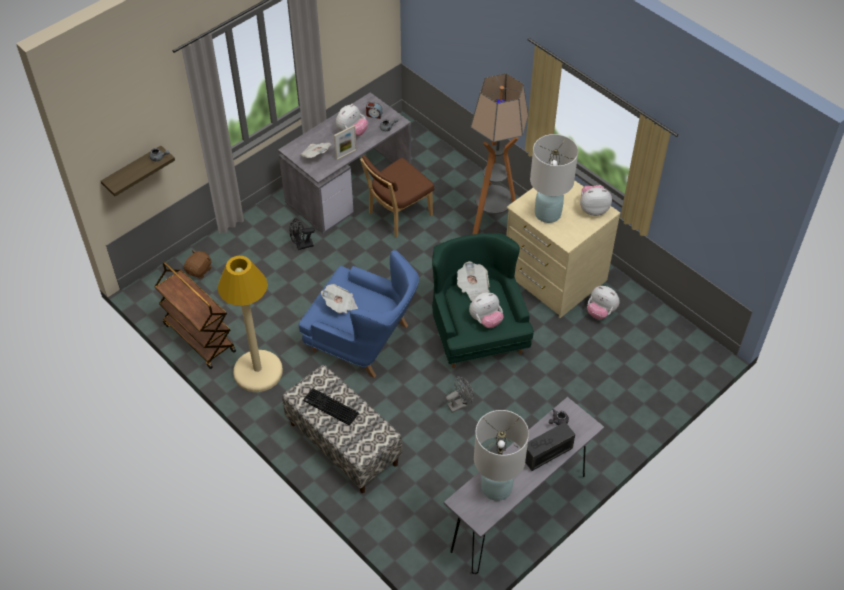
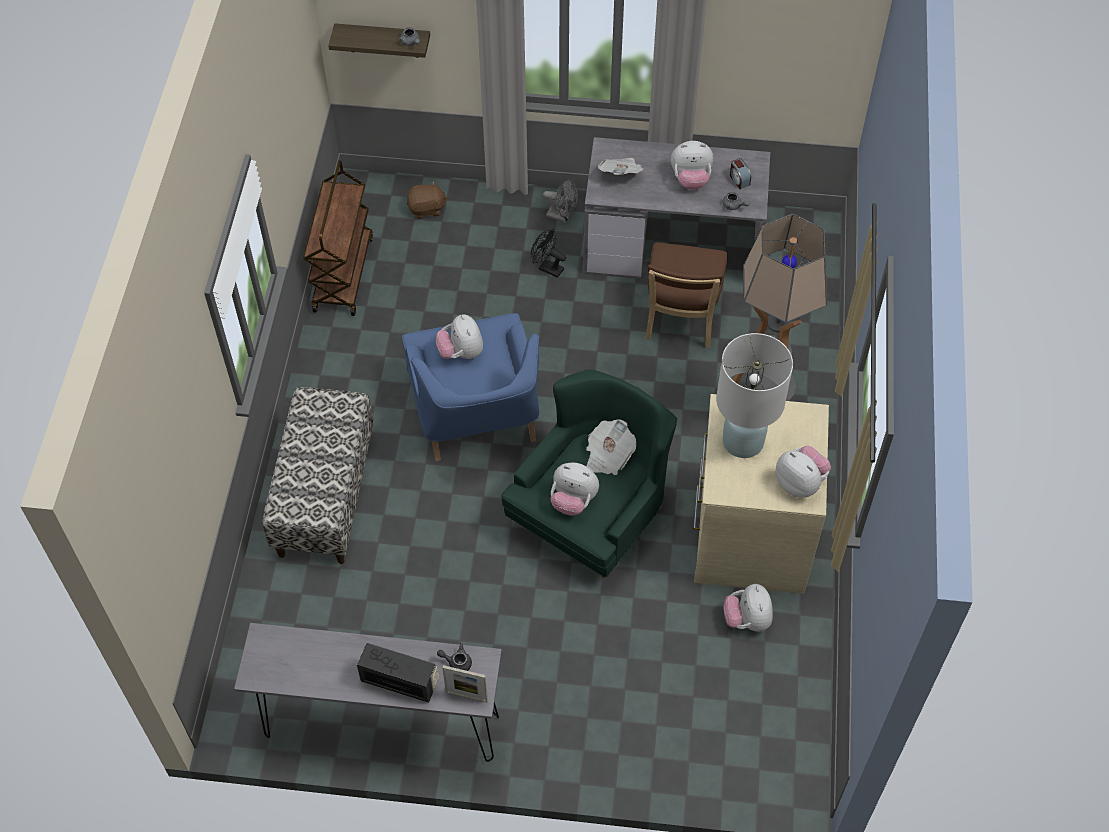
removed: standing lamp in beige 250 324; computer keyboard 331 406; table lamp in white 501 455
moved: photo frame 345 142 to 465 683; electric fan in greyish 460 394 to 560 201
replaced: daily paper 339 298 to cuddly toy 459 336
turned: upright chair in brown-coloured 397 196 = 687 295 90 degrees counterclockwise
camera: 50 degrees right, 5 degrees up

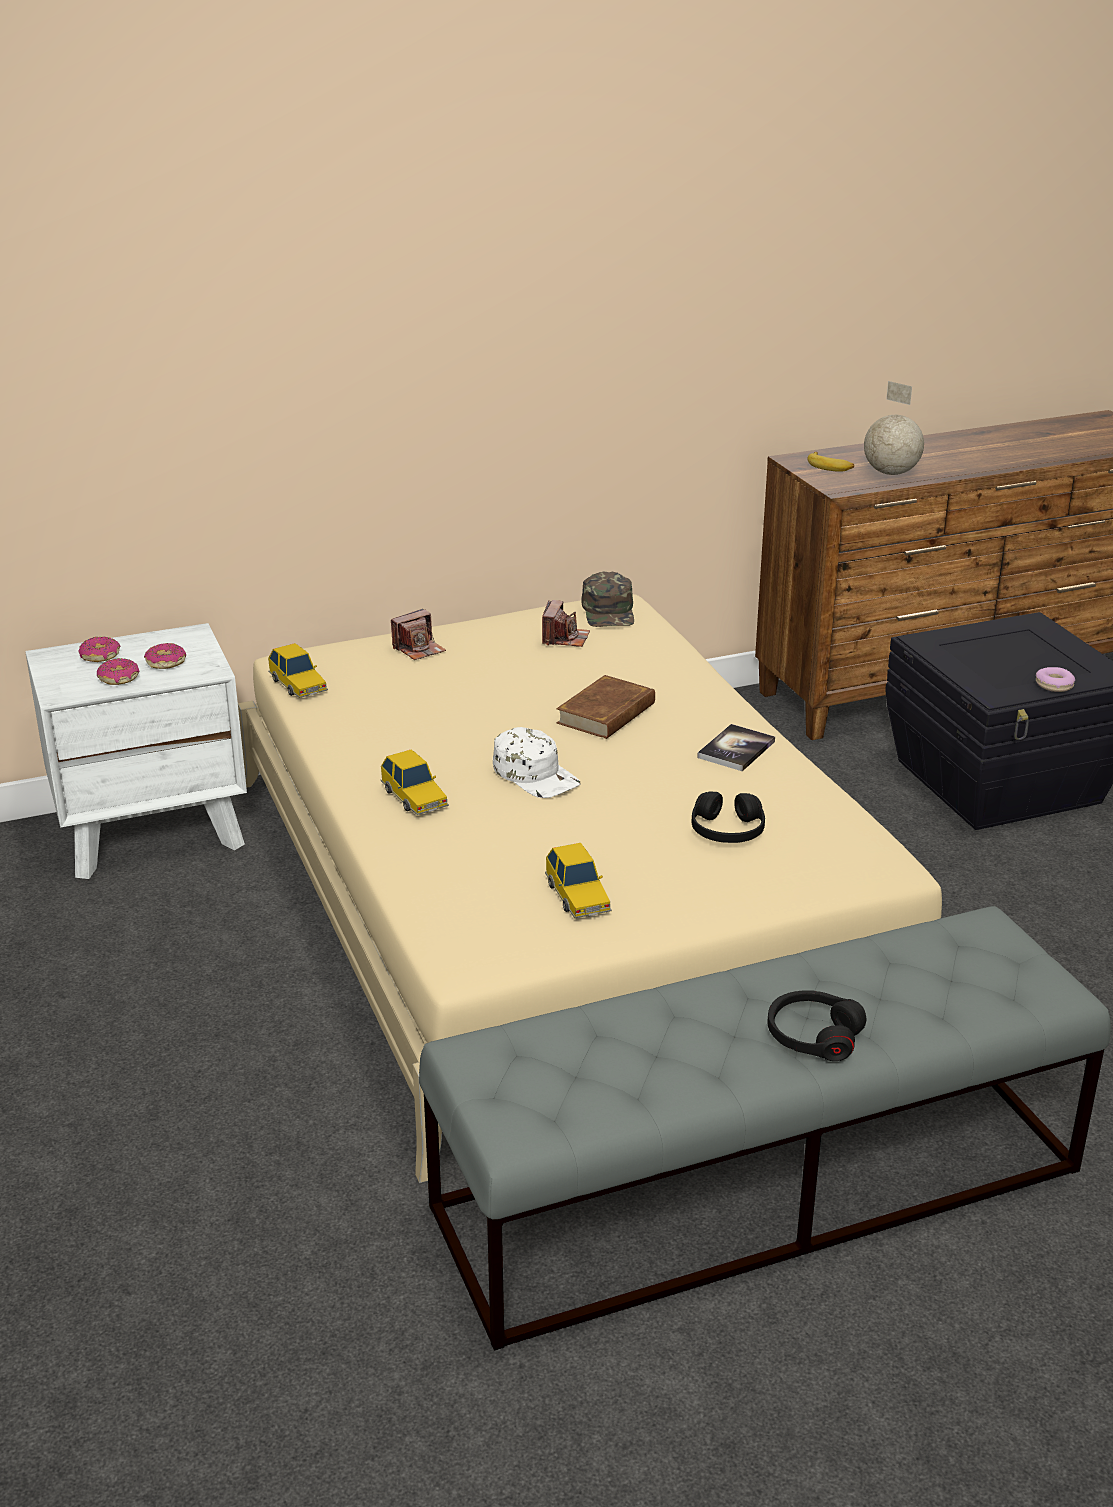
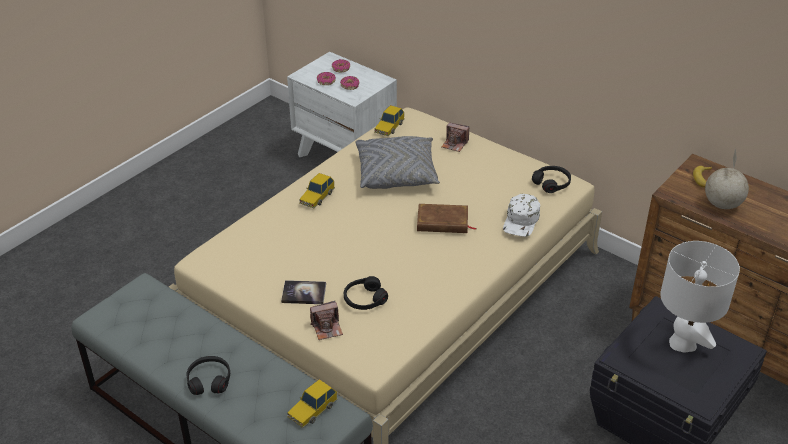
removed: doughnut 1055 679
added: pillow in greyish 398 162; table lamp in white 700 297
moved: still camera 566 623 to 326 320; book 736 748 to 303 292; cap in white 536 762 to 521 215; miniature car 578 880 to 312 403
replaced: cap in green-coloured 607 599 to headphones in black-coloured 551 179
camera: 60 degrees right, 10 degrees up

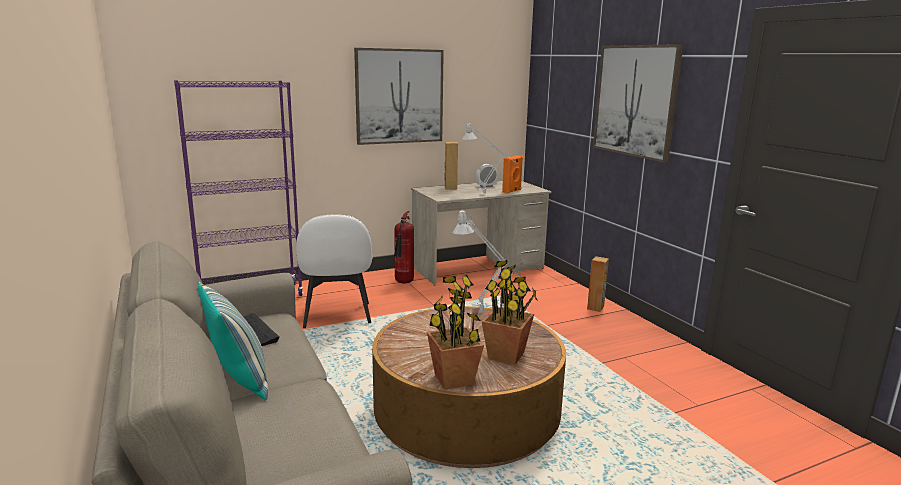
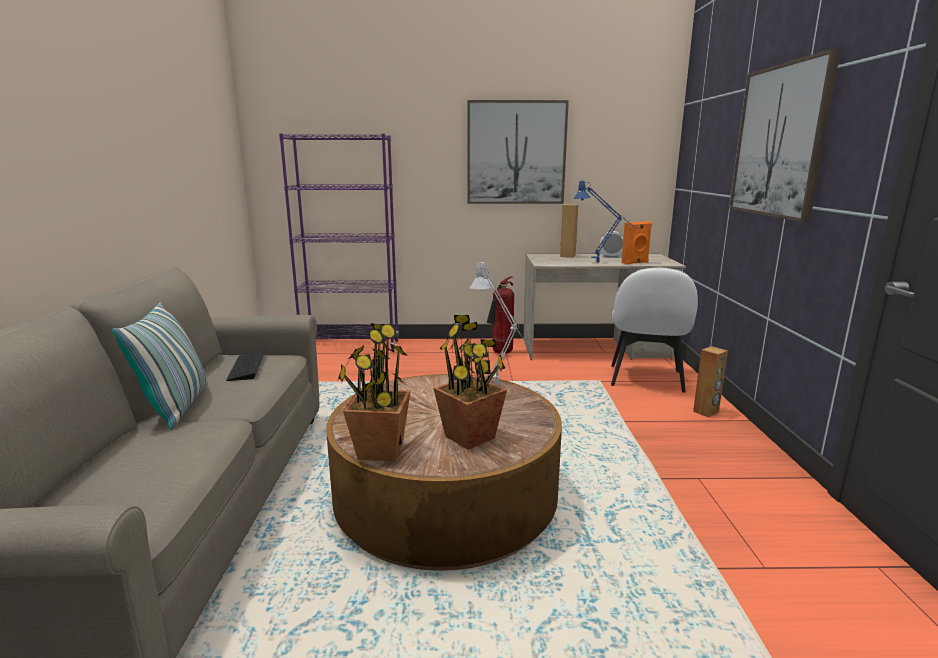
moved: upright chair in white 334 271 to 654 330
recoloured: table lamp in greyish 489 158 to table lamp in bluish 606 222
camera: 25 degrees right, 0 degrees up

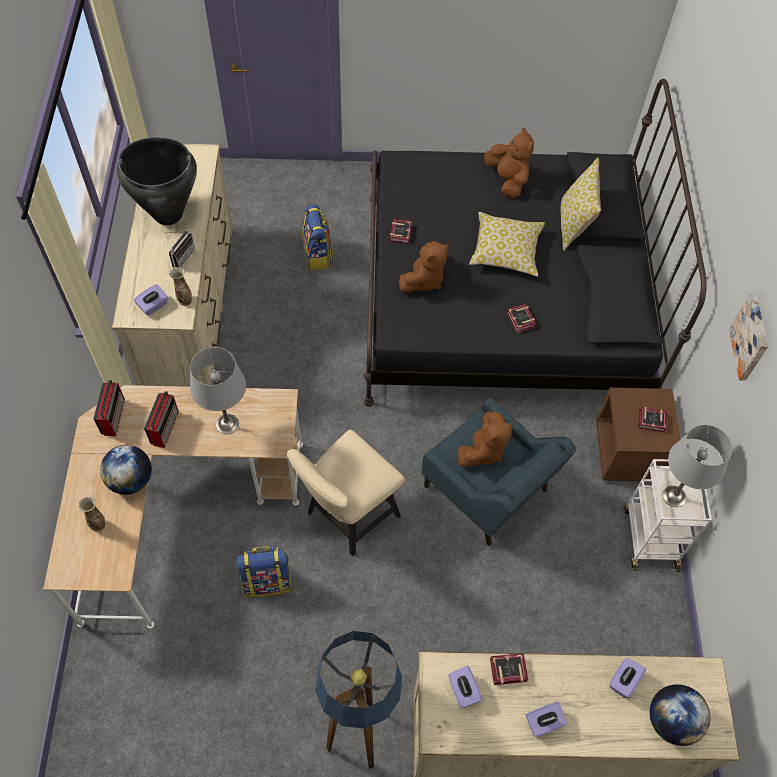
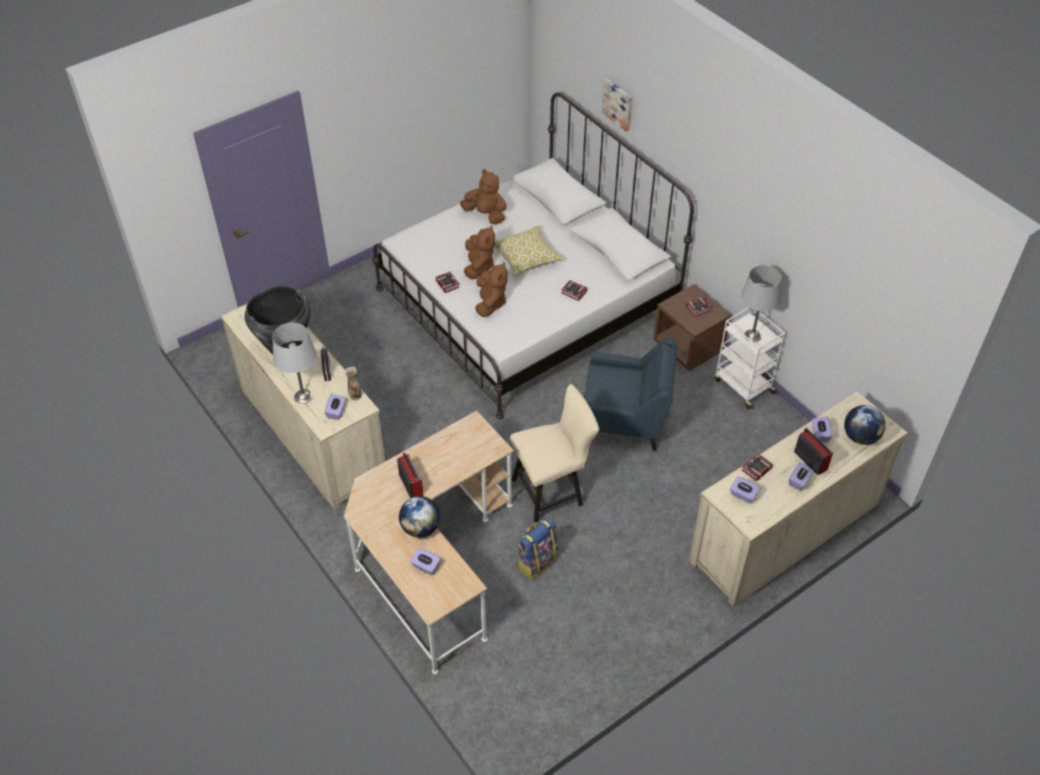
removed: pillow 580 204; rucksack 318 237; standing lamp 358 700
moved: wall art 748 337 to 617 105; table lamp in greyish 218 390 to 295 363; radio receiver 109 407 to 813 451; cuddly toy in brown-coloured 485 439 to 479 252
replaced: flower vase 92 514 to tissue holder in purple-coloured 425 561
recoloured: sleeping bed in black-coloured 535 243 to sleeping bed in white 533 255
turned: upright chair in beige 346 493 = 554 453 120 degrees counterclockwise
camera: 35 degrees left, 10 degrees down

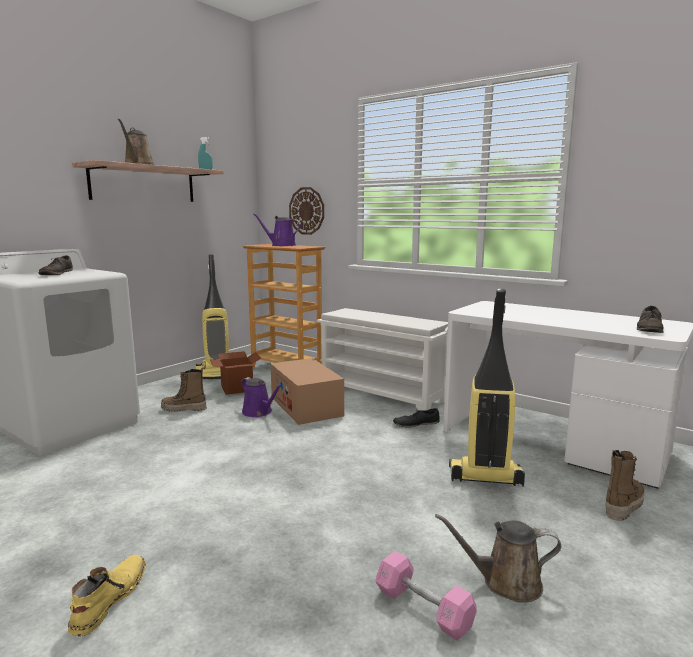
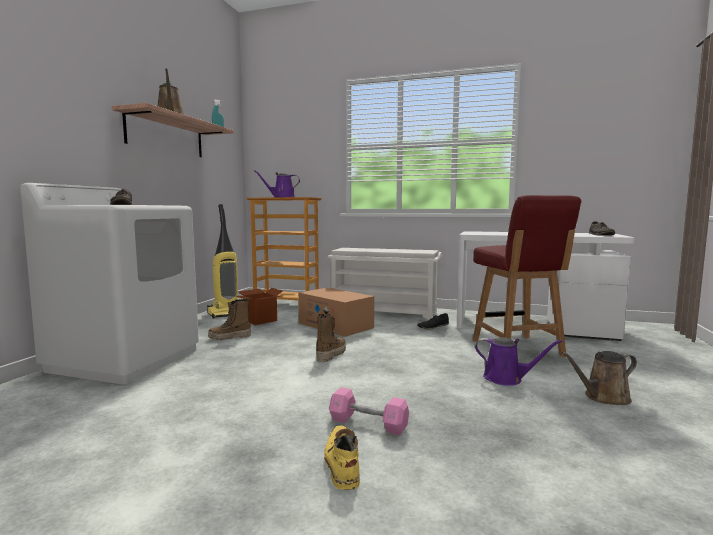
removed: clock on the wall 306 211
moved: sprinkling can in purple-coloured 261 397 to 518 361; tall boot 624 485 to 331 338; dumbbell in pink 426 596 to 369 411
replaced: vacuum 487 387 to upright chair in reddish 526 276
camera: 20 degrees left, 5 degrees down

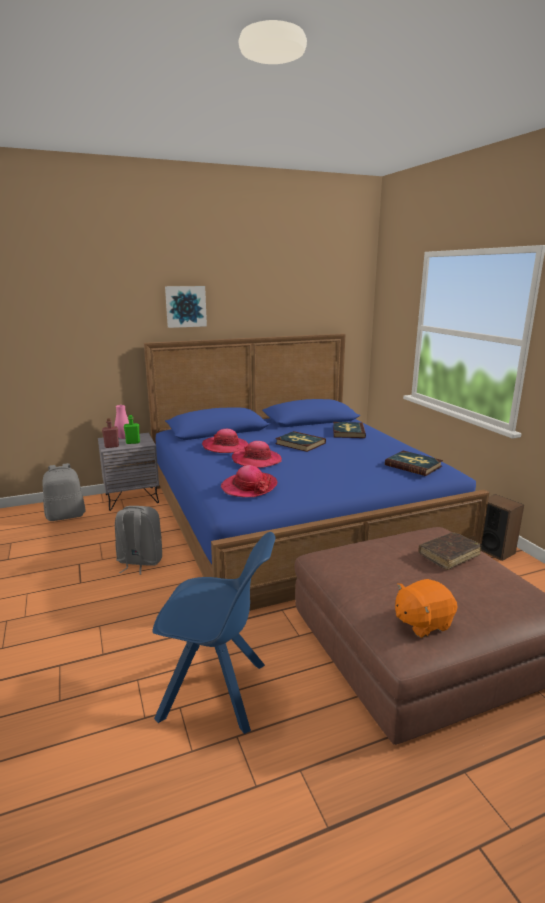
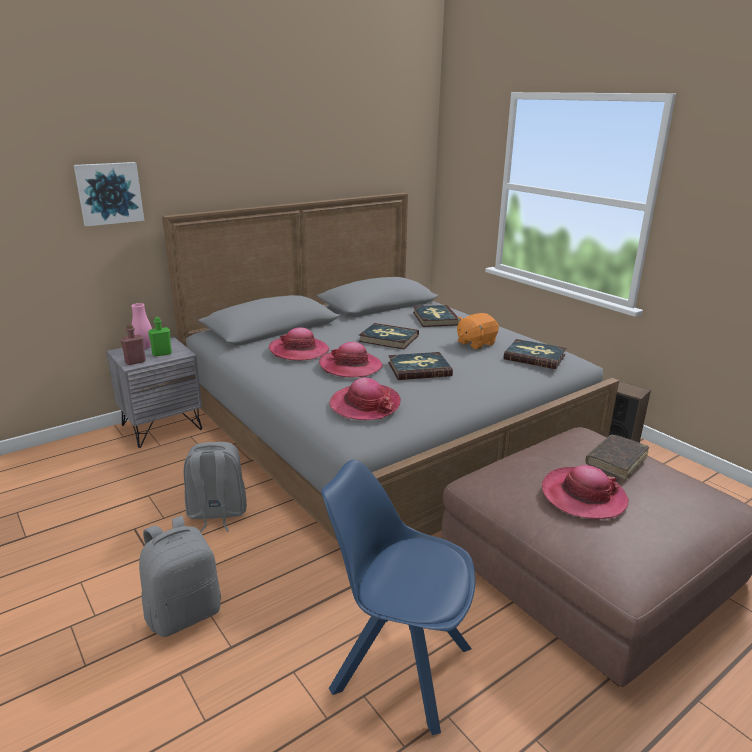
added: book 420 366; hat 585 492
moved: wall art 186 307 to 109 194; rucksack in greyish 64 492 to 180 576; cuddly toy in orange-coloured 426 608 to 478 331
recoloured: sleeping bed in bluish 317 472 to sleeping bed in greyish 390 367
turned: upright chair in bluish 214 633 = 398 597 150 degrees counterclockwise
camera: 15 degrees left, 5 degrees up

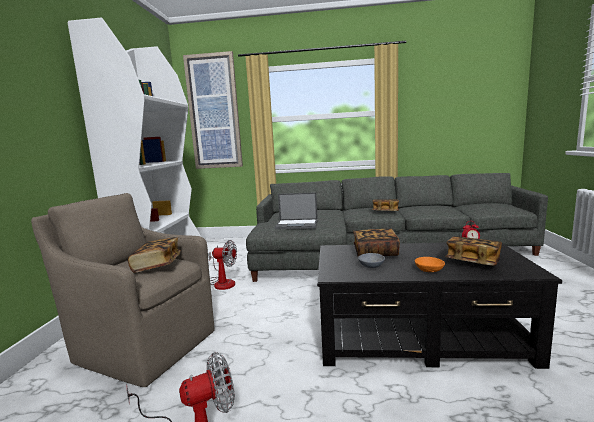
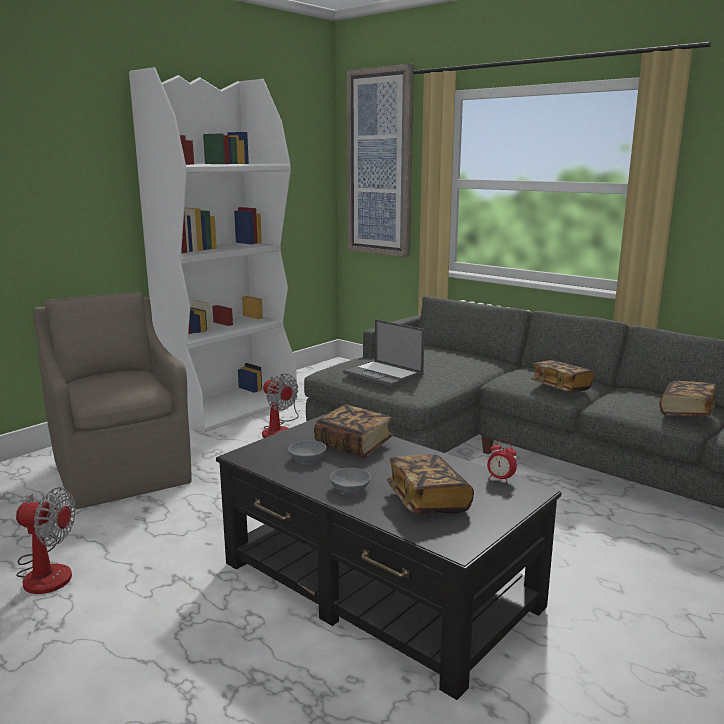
moved: book 154 255 to 687 398
recoloured: deep dish in orange-coloured 430 264 to deep dish in greyish 350 481
camera: 35 degrees right, 5 degrees up

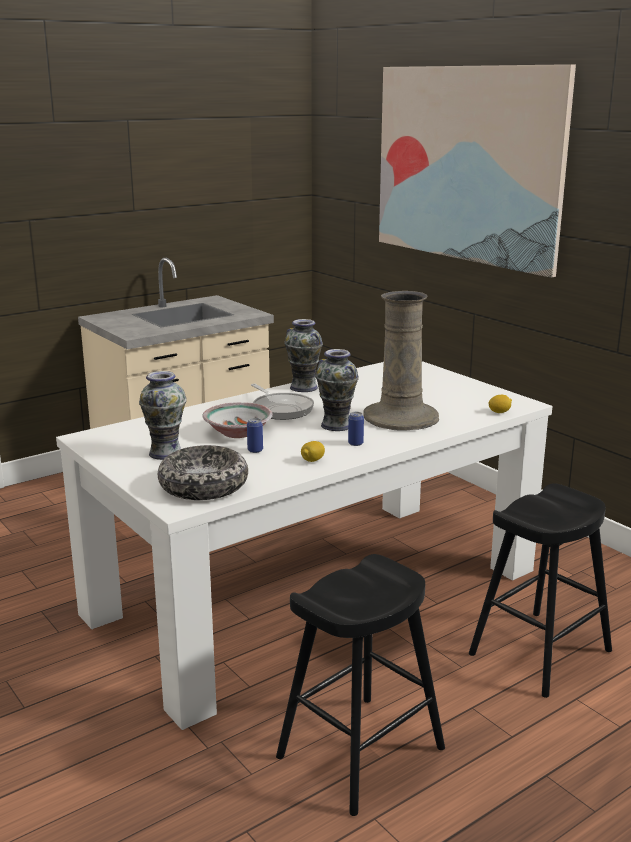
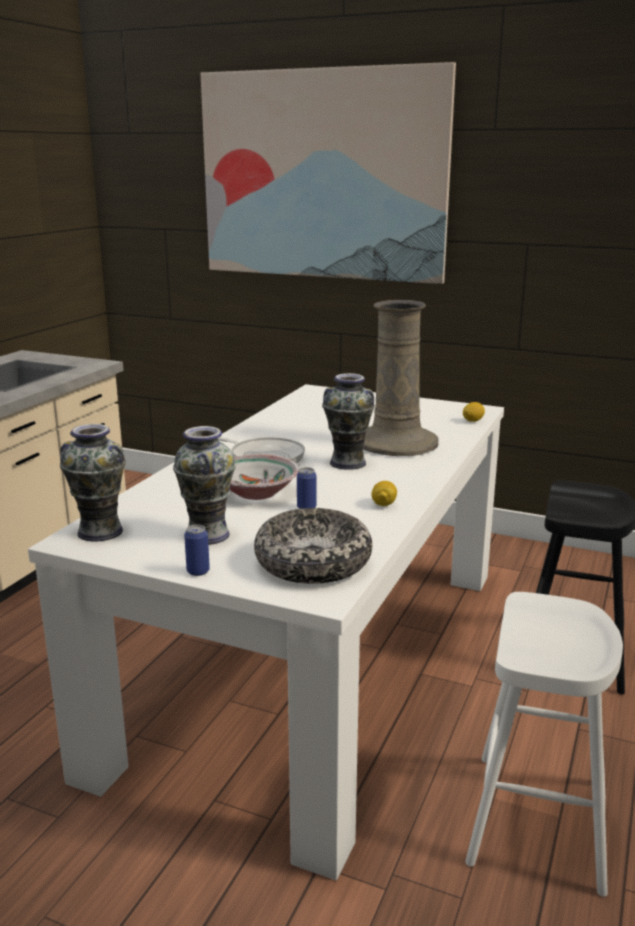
moved: flower vase 303 355 to 93 482; can 356 429 to 197 550
recoloured: stool in black-coloured 360 685 to stool in white 544 744
camera: 30 degrees left, 0 degrees up

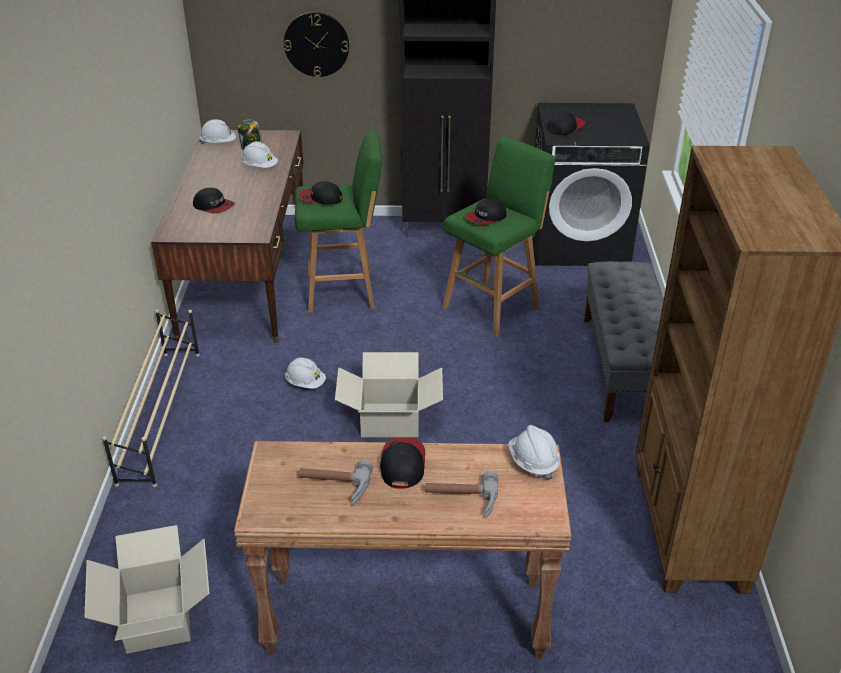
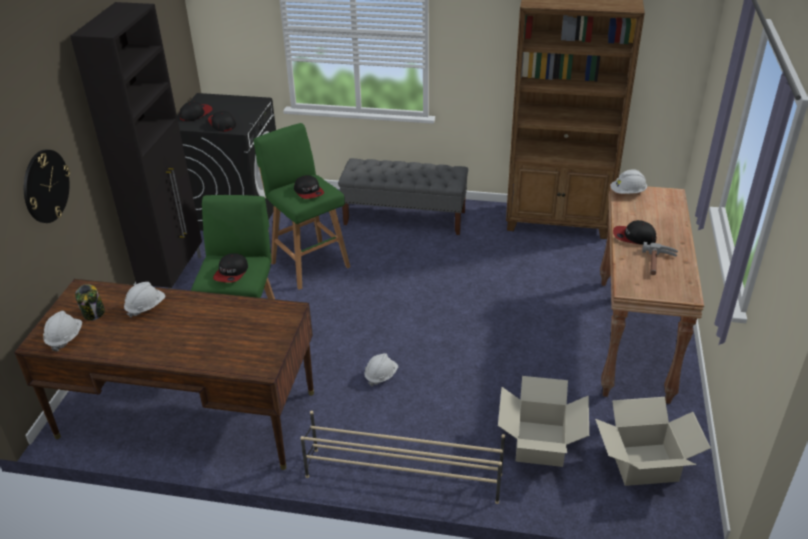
removed: tool hammer 462 495
moved: cap 214 200 to 196 111; carton 389 394 to 543 421
camera: 80 degrees left, 0 degrees up

